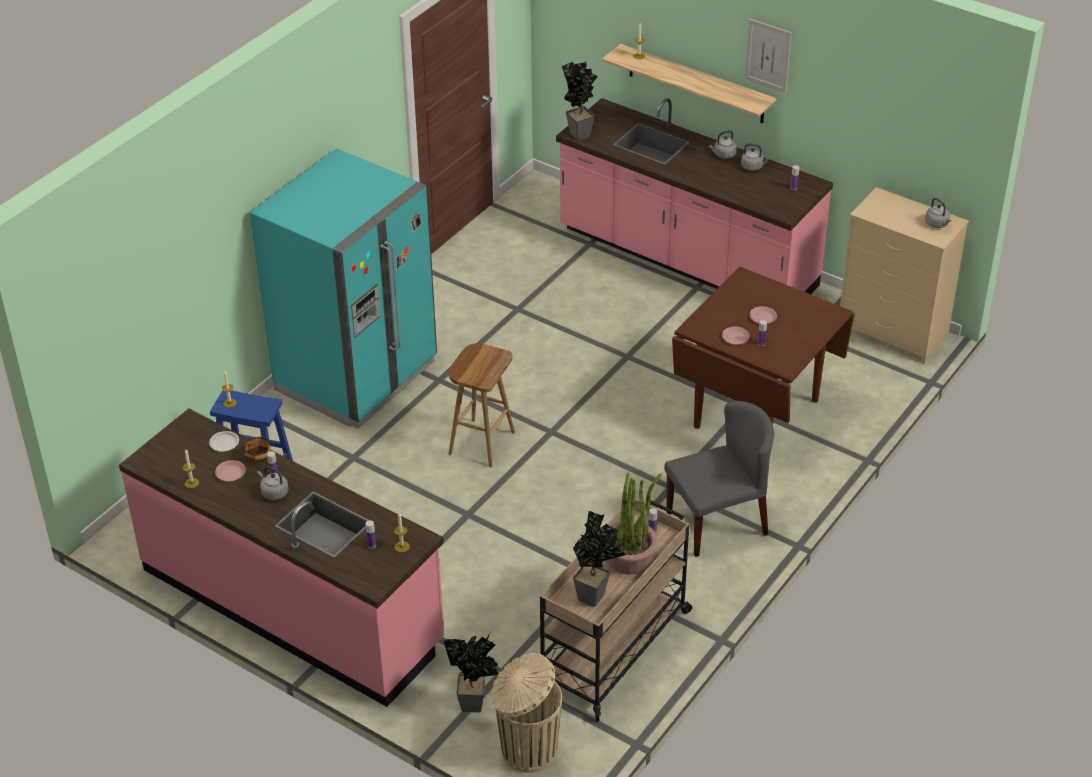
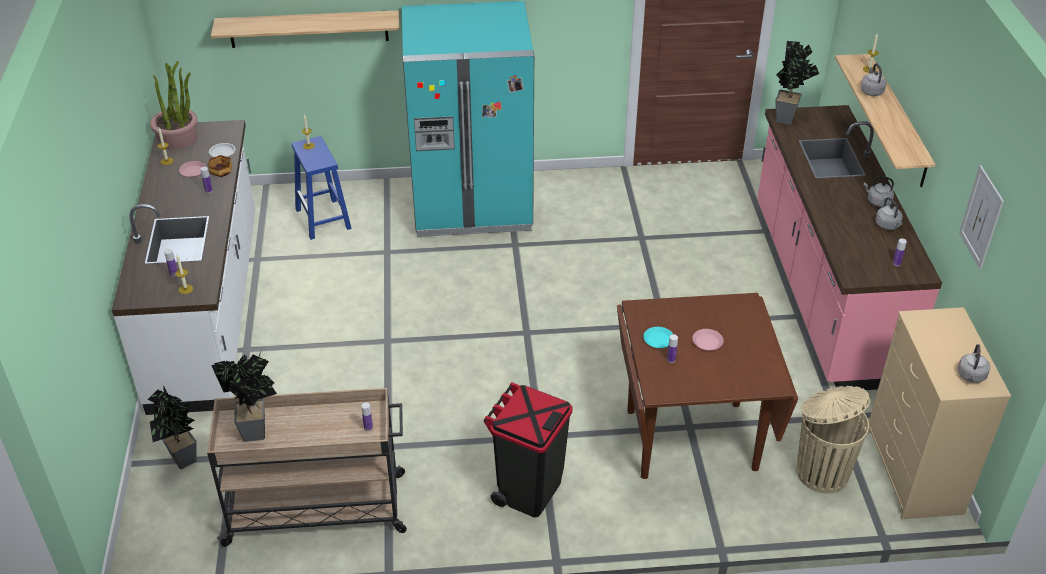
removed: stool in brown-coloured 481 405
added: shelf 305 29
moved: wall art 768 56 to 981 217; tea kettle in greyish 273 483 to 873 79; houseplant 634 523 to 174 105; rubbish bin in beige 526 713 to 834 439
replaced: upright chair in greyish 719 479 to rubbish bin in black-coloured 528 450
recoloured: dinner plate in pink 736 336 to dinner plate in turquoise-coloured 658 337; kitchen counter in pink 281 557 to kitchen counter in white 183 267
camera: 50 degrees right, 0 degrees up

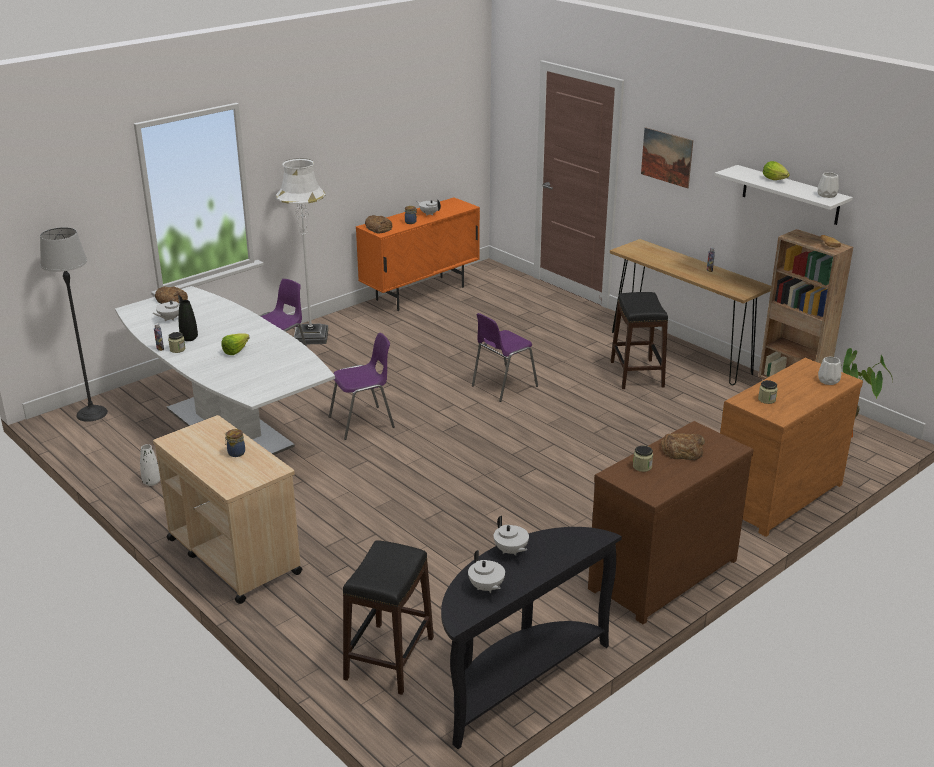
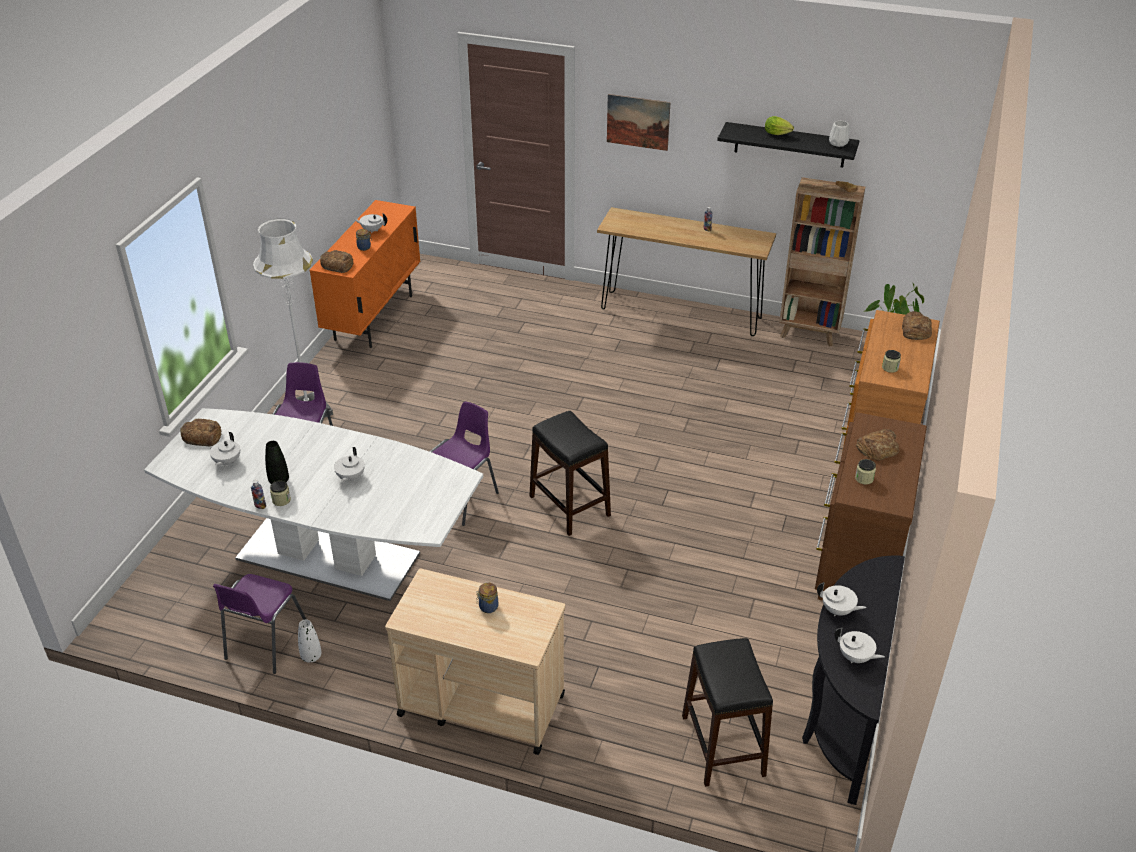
removed: standing lamp 74 324
moved: stool in black-coloured 639 340 to 570 473; upright chair in purple-coloured 505 357 to 259 624
replaced: lettuce 235 344 to teapot in white 349 465; flower vase in white 829 371 to baked bread 917 325
recoloured: shelf in white 783 195 to shelf in black-coloured 788 145
camera: 30 degrees left, 10 degrees up

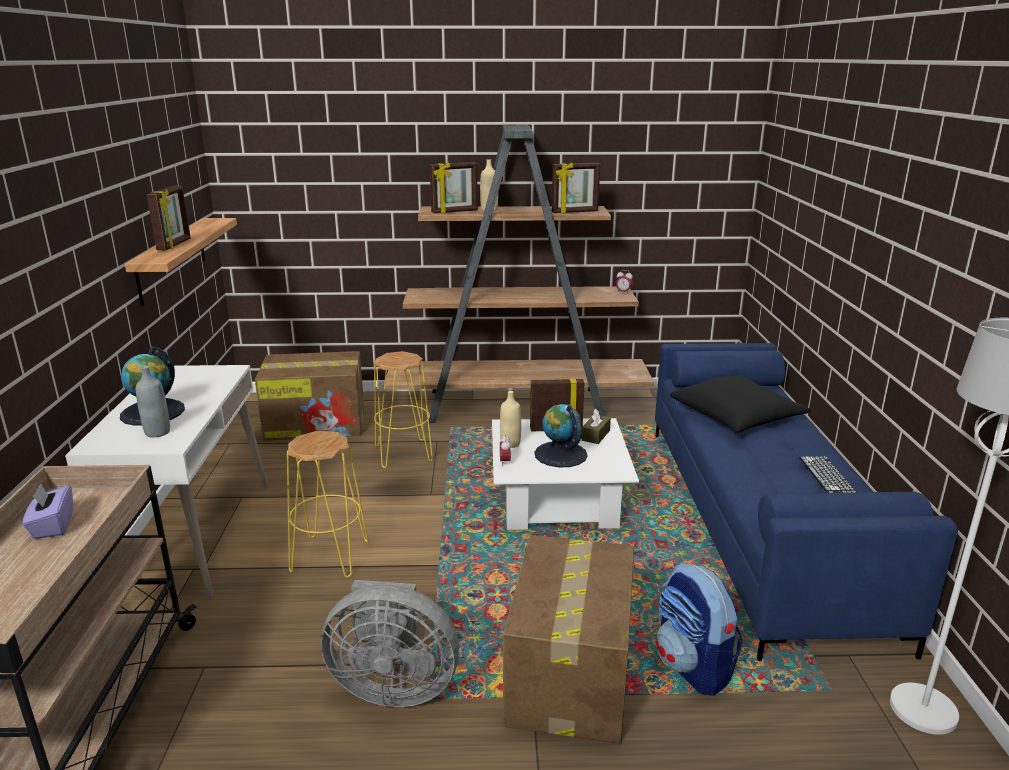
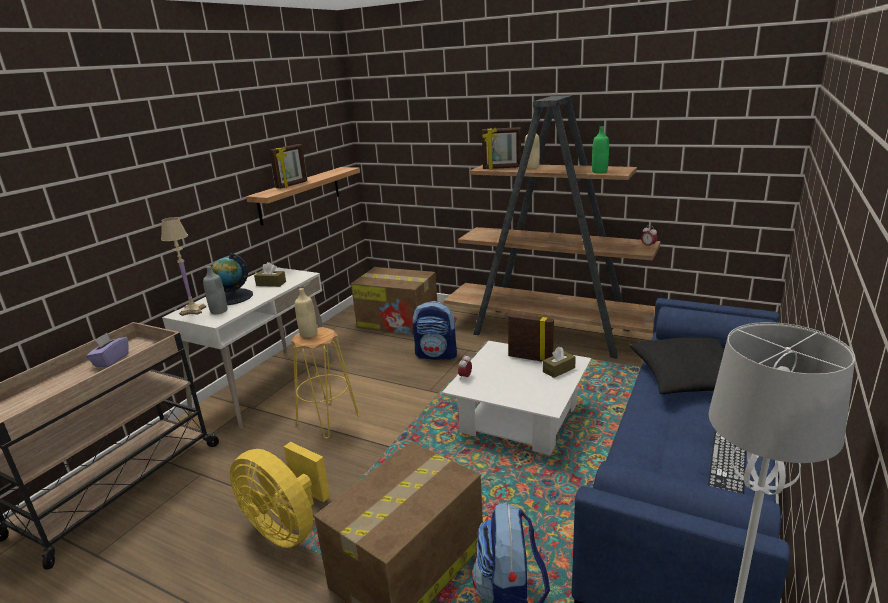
removed: desk globe 561 436
added: table lamp in beige 183 266; tissue holder in brown-coloured 270 274
moved: bottle in beige 510 419 to 306 313
replaced: photo frame 576 188 to bottle in green-coloured 600 149; stool in yellow 403 409 to rucksack 435 330
recoloured: electric fan in greyish 390 643 to electric fan in yellow 280 495
camera: 30 degrees right, 0 degrees up

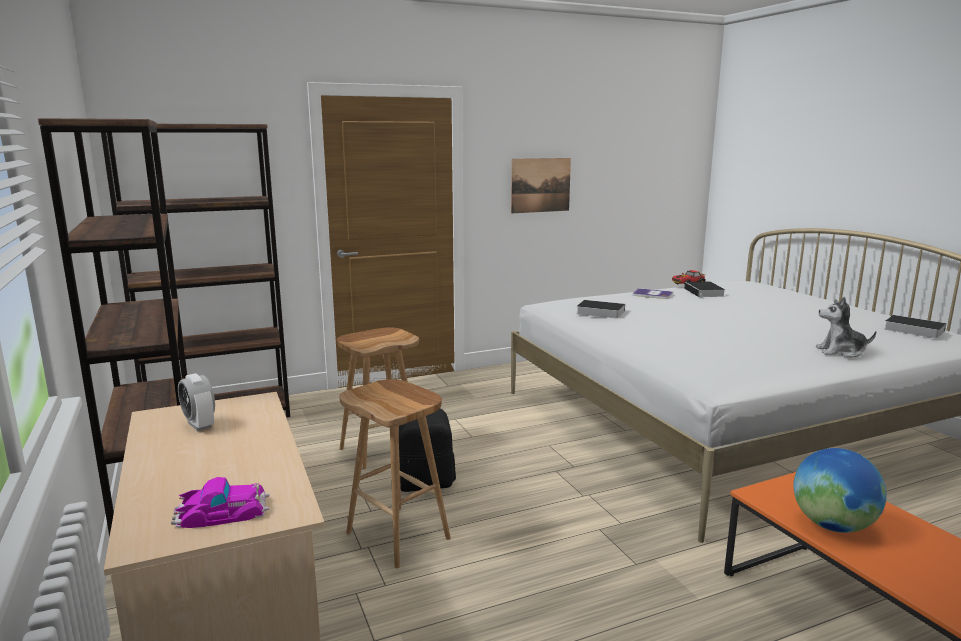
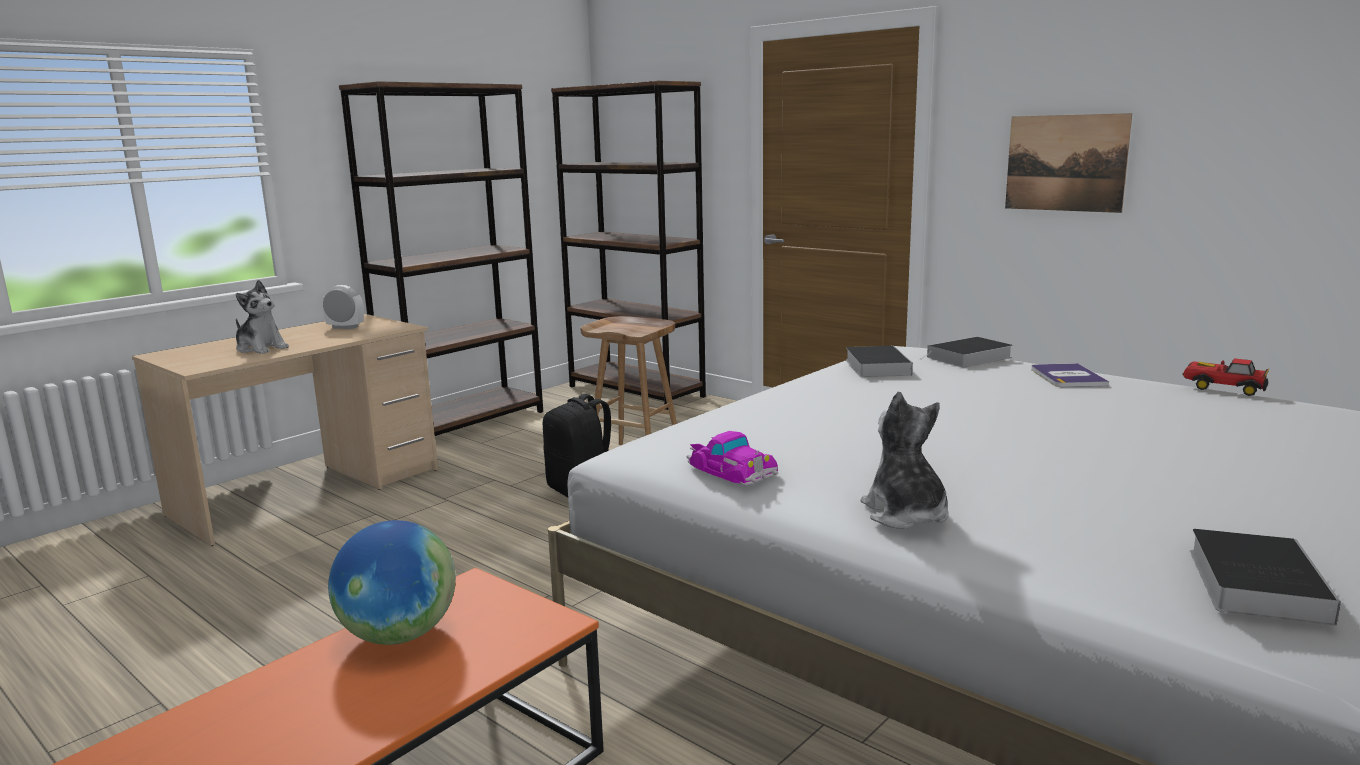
removed: stool in brown-coloured 395 473
added: cuddly toy 262 317
moved: book 705 289 to 967 352; miniature car 220 502 to 732 458
turned: table clock 196 402 = 343 307 75 degrees clockwise
camera: 65 degrees right, 0 degrees up

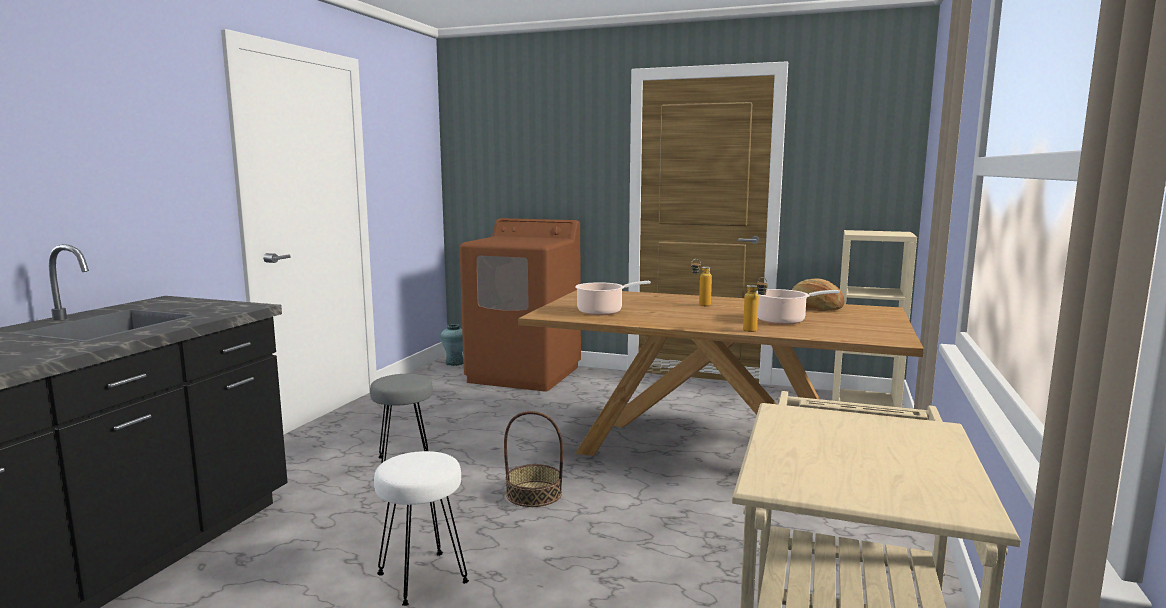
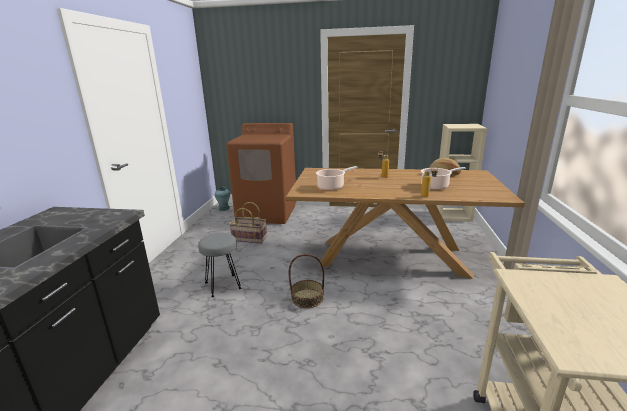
removed: stool in white 421 528
added: household basket 248 223
camera: 10 degrees left, 10 degrees up

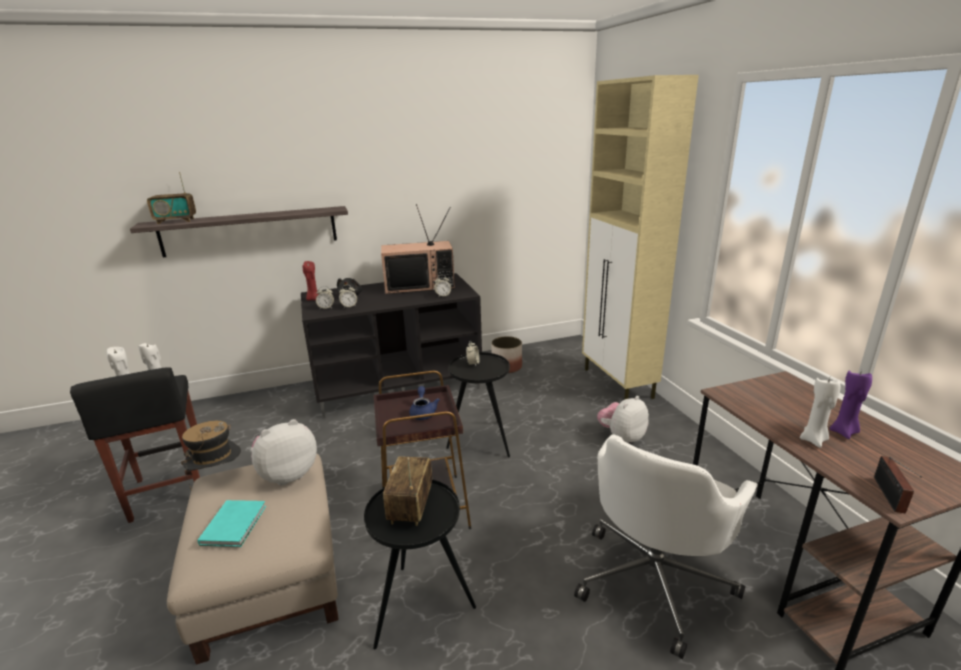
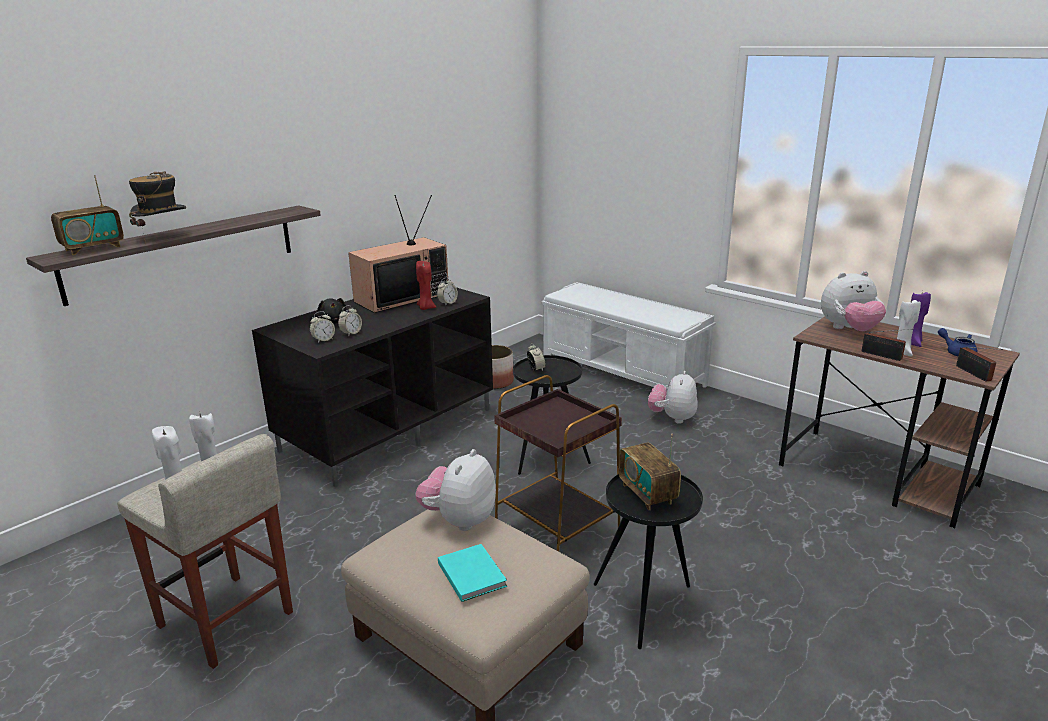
removed: desk chair in white 666 546
added: cuddly toy 853 301; radio receiver 887 345
moved: wax light in reddish 311 281 to 426 285; teapot in bluish 424 403 to 958 342; hat 211 455 to 157 206
replaced: cabinet in beige 640 237 to bench in white 628 335
recoloured: stool in black-coloured 135 445 to stool in beige 205 551
camera: 30 degrees left, 0 degrees up

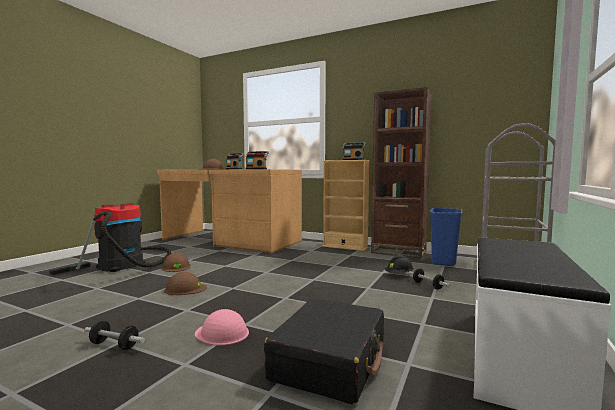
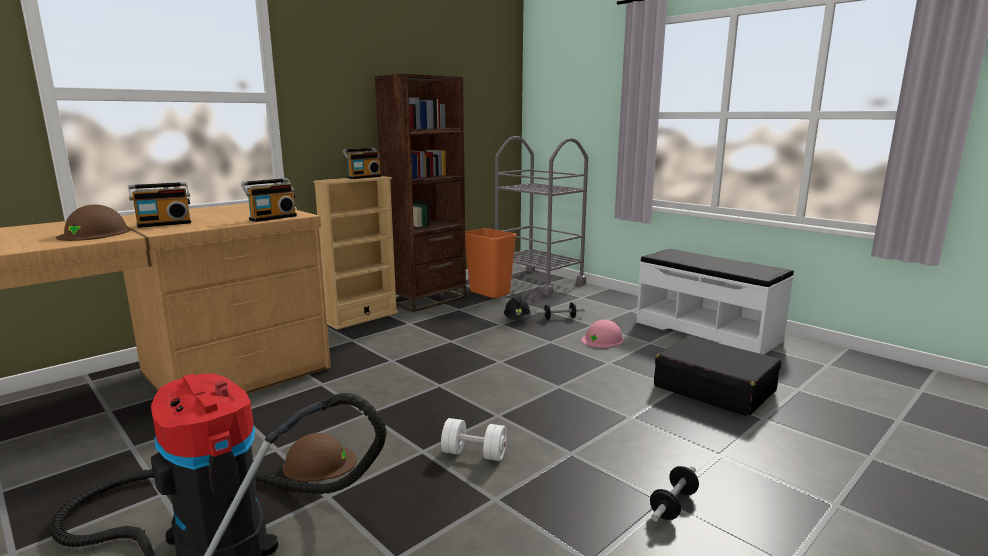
moved: work helmet in pink 222 327 to 603 334
replaced: work helmet in brown-coloured 185 283 to dumbbell in white 474 439
recoloured: rubbish bin in bluish 445 237 to rubbish bin in orange-coloured 491 263
camera: 70 degrees left, 10 degrees up

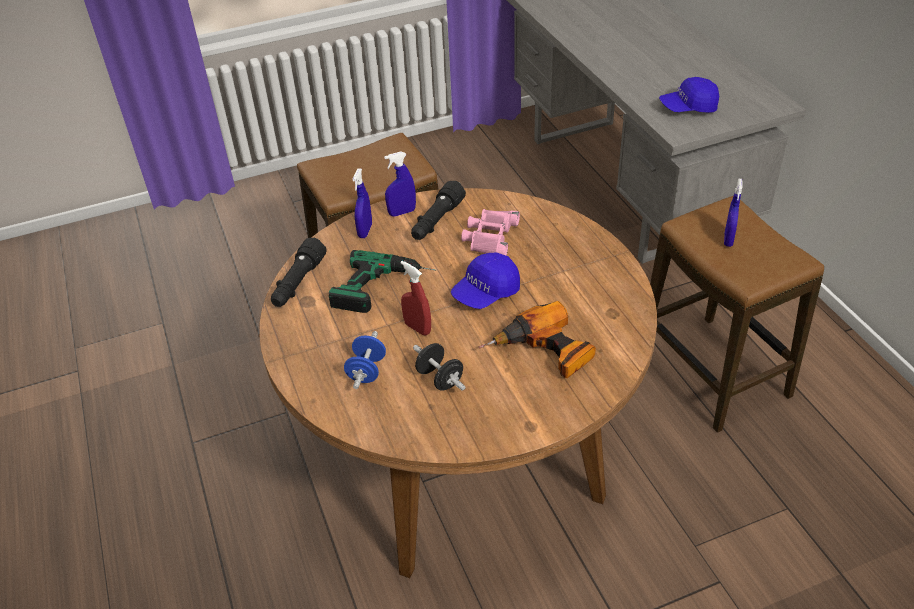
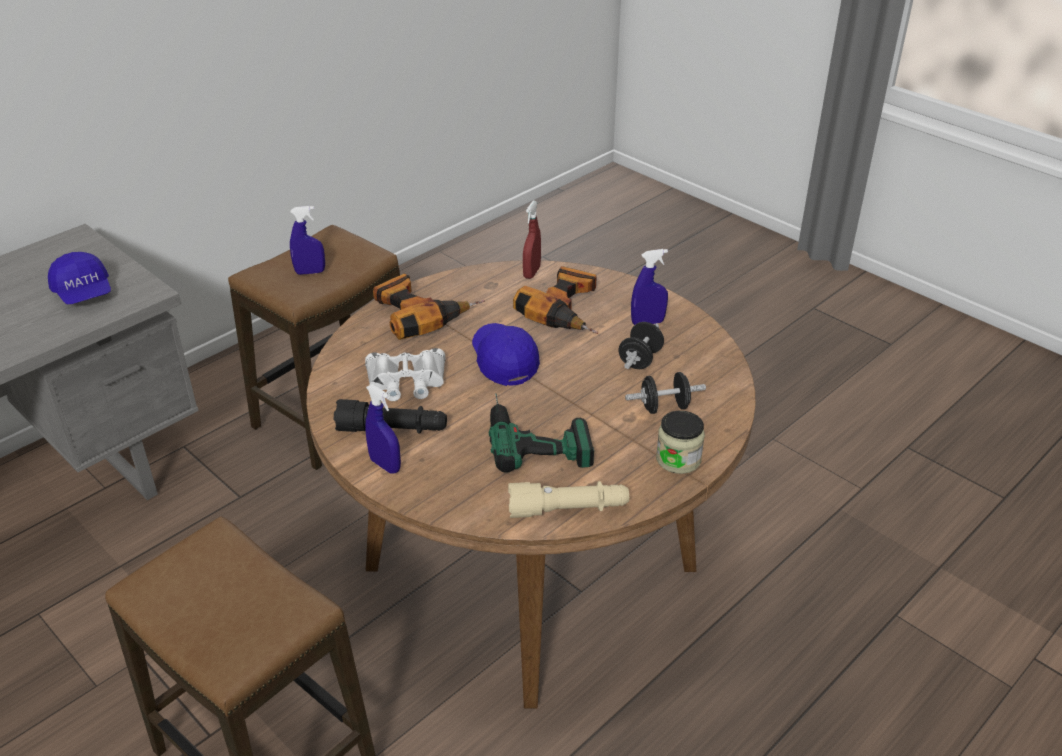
added: power drill 429 307; jar 680 442
moved: hand sprayer in bluish 362 203 to 649 287; hand sprayer in reddish 415 298 to 532 240
recoloured: field glasses in pink 490 232 to field glasses in white 405 374; torch in black-coloured 298 272 to torch in beige 568 499; dumbbell in bluish 365 360 to dumbbell in black-coloured 665 393
turned: cap in bluish 485 280 = 506 354 135 degrees counterclockwise
camera: 115 degrees left, 5 degrees down

